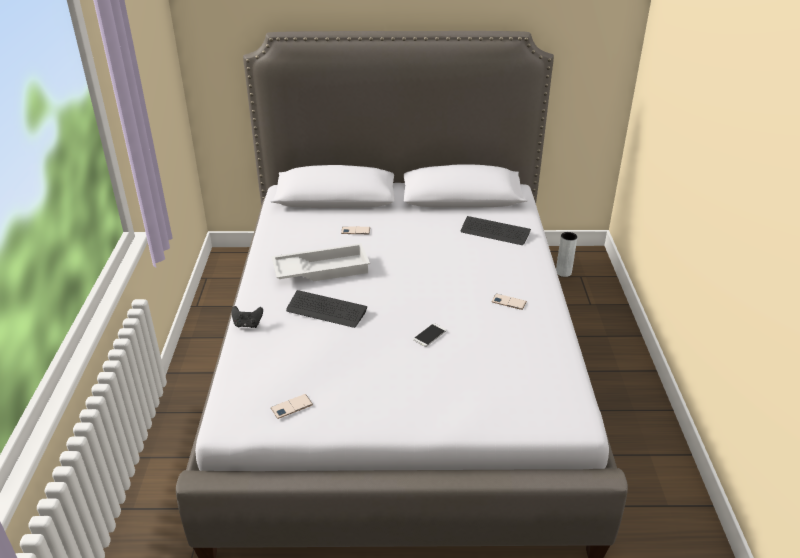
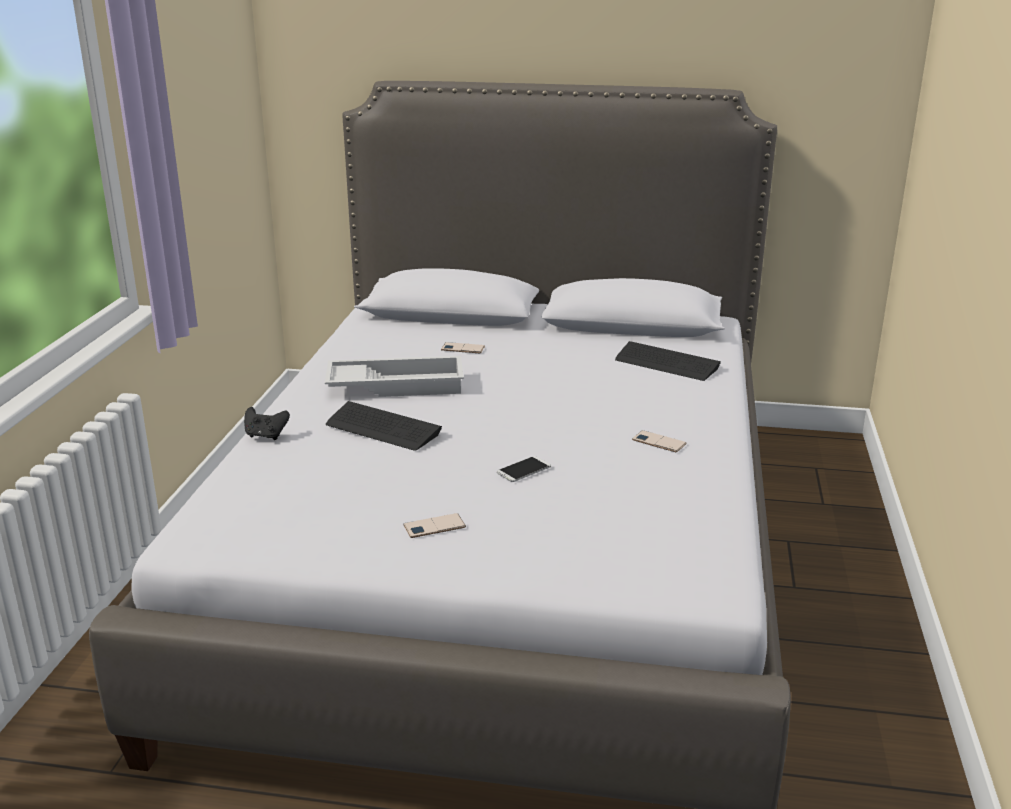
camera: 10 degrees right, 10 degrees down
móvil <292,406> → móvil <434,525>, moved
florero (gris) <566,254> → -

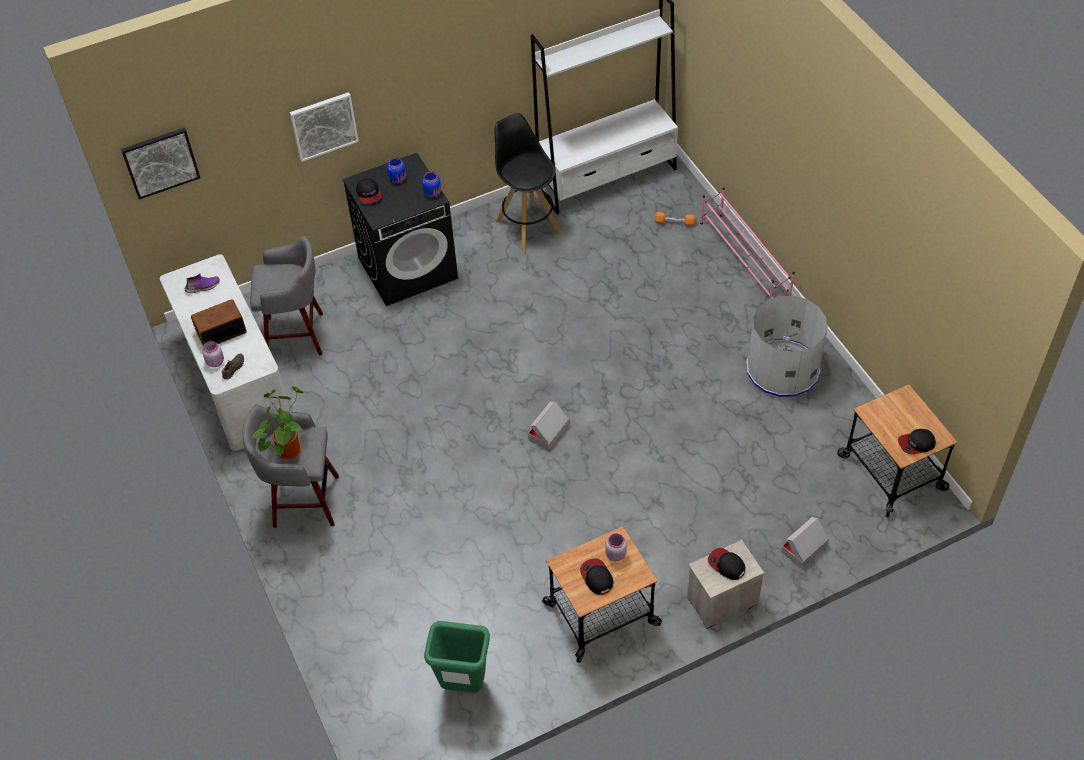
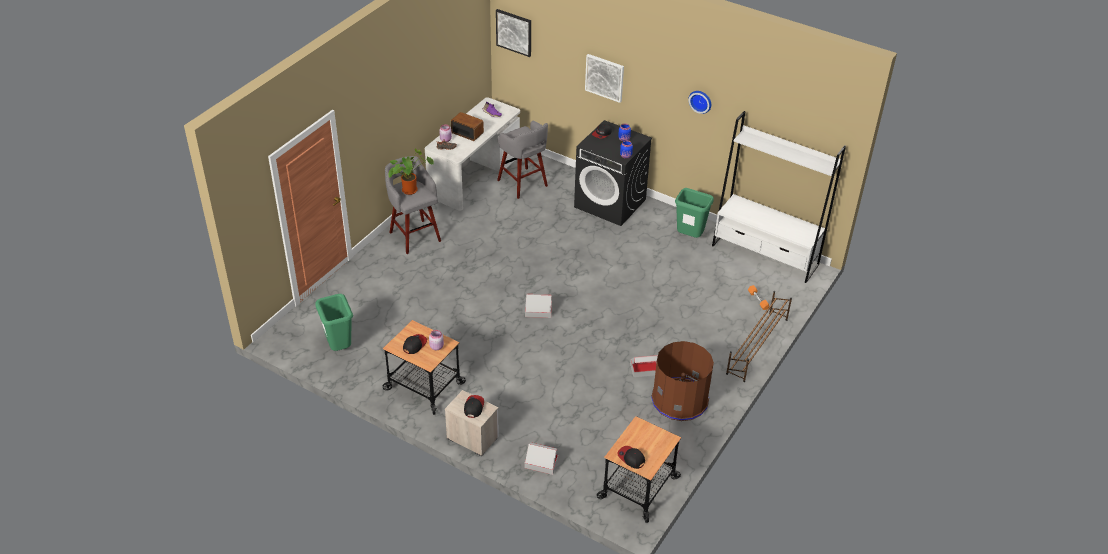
camera: 55 degrees right, 10 degrees down
- → caja de cartón <644,366>
papelera (gris) <787,346> → papelera (marrón) <682,381>
taburete (negro) <528,182> → papelera (verde) <694,213>
- → reloj de pared <699,102>
zapatero (rosa) <747,243> → zapatero (marrón) <759,336>

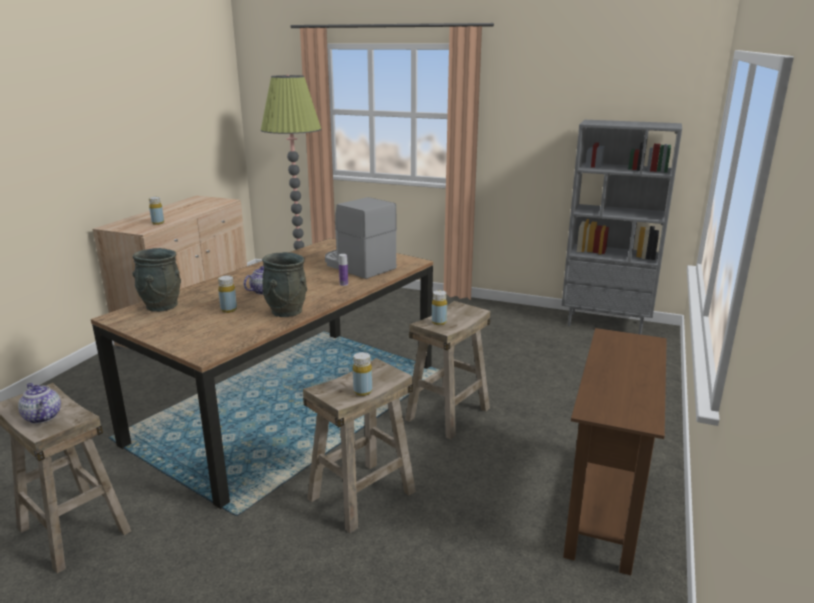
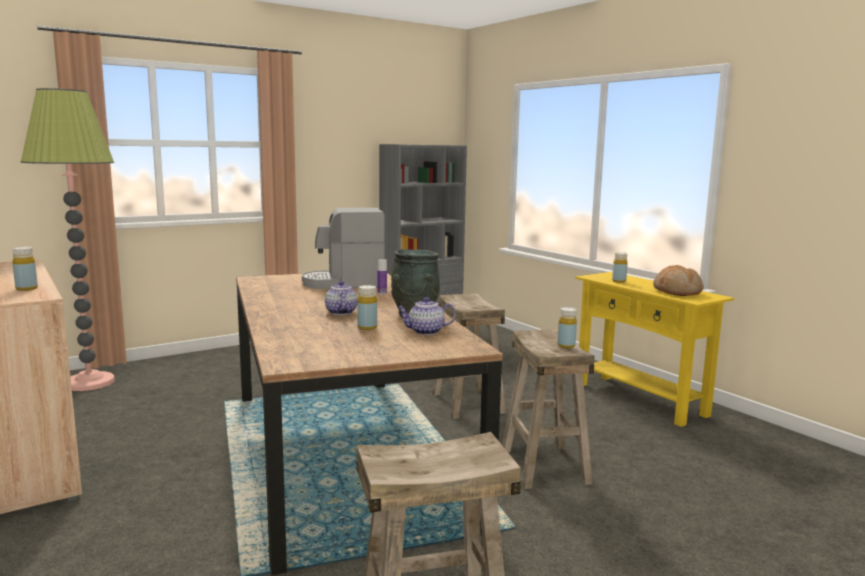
camera: 55 degrees left, 10 degrees down
tetera <39,403> → tetera <426,316>, moved
mesa consola (marrón) <615,451> → mesa consola (amarillo) <654,349>
botella (amarillo) <439,307> → botella (amarillo) <620,267>, moved
- → pan <678,280>
florero (gris) <156,280> → -

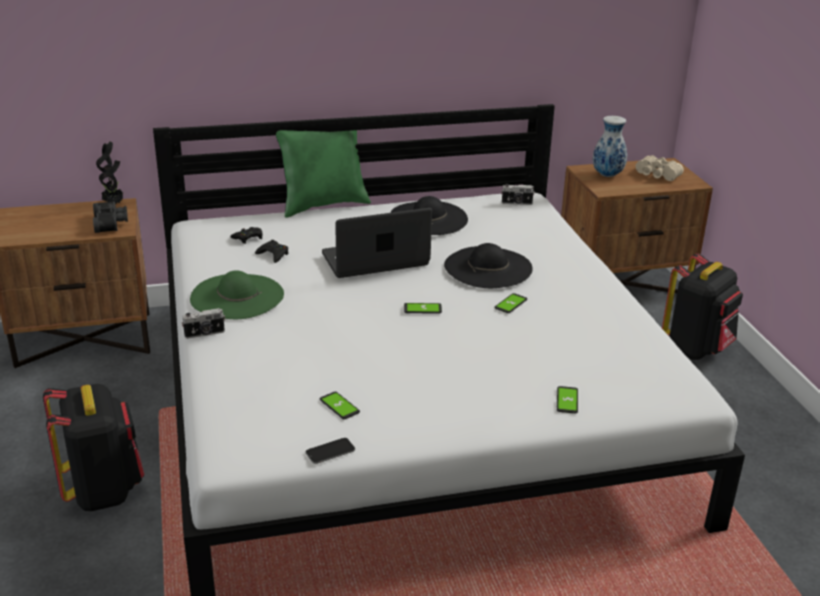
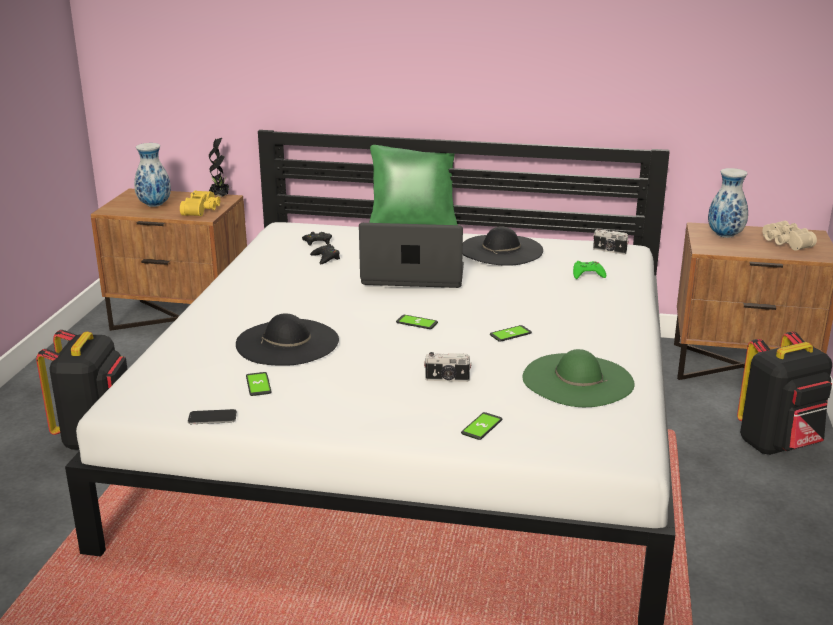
camera: 25 degrees right, 5 degrees down
- → florero <152,175>
prismáticos (negro) <110,217> → prismáticos (amarillo) <200,203>
sombrero (negro) <488,265> → sombrero (negro) <287,339>, moved
cámara <203,323> → cámara <448,367>, moved
sombrero (verde) <237,294> → sombrero (verde) <578,378>, moved
- → mando de consola (verde) <590,270>

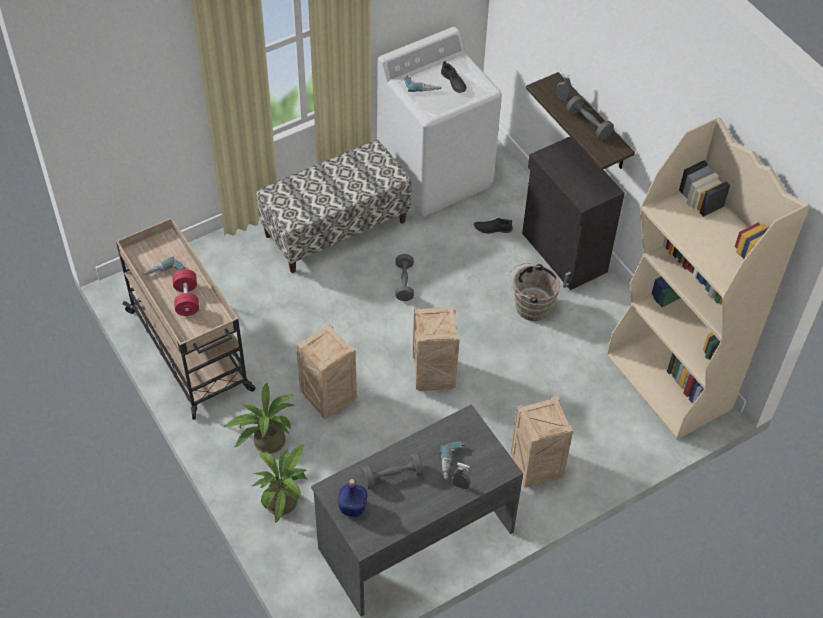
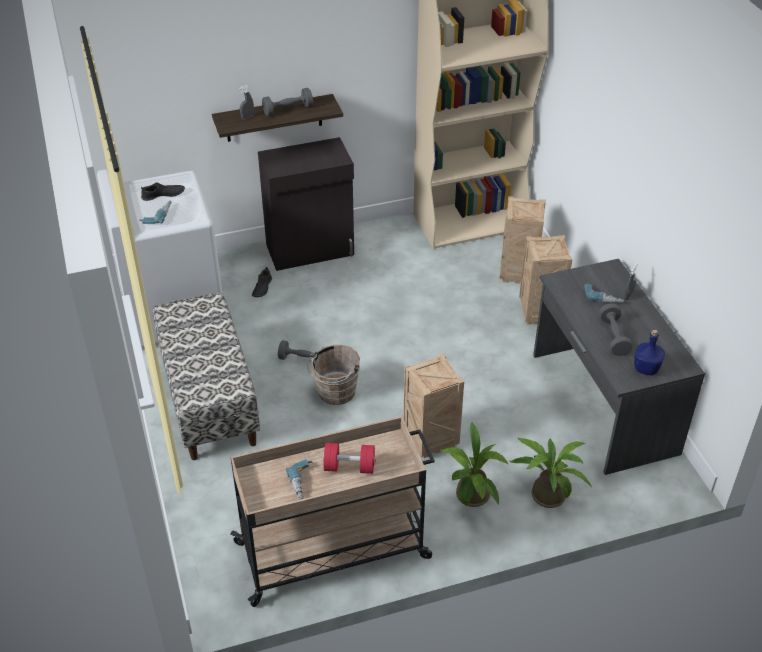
camera: 75 degrees left, 10 degrees down
cubo (marrón) <534,291> → cubo (marrón) <334,375>, moved
caja de embalaje <436,348> → caja de embalaje <523,240>, moved

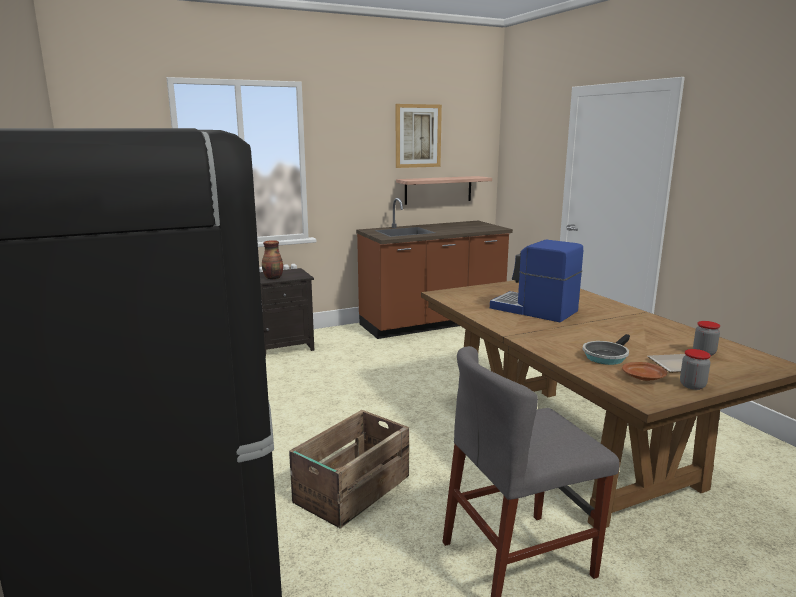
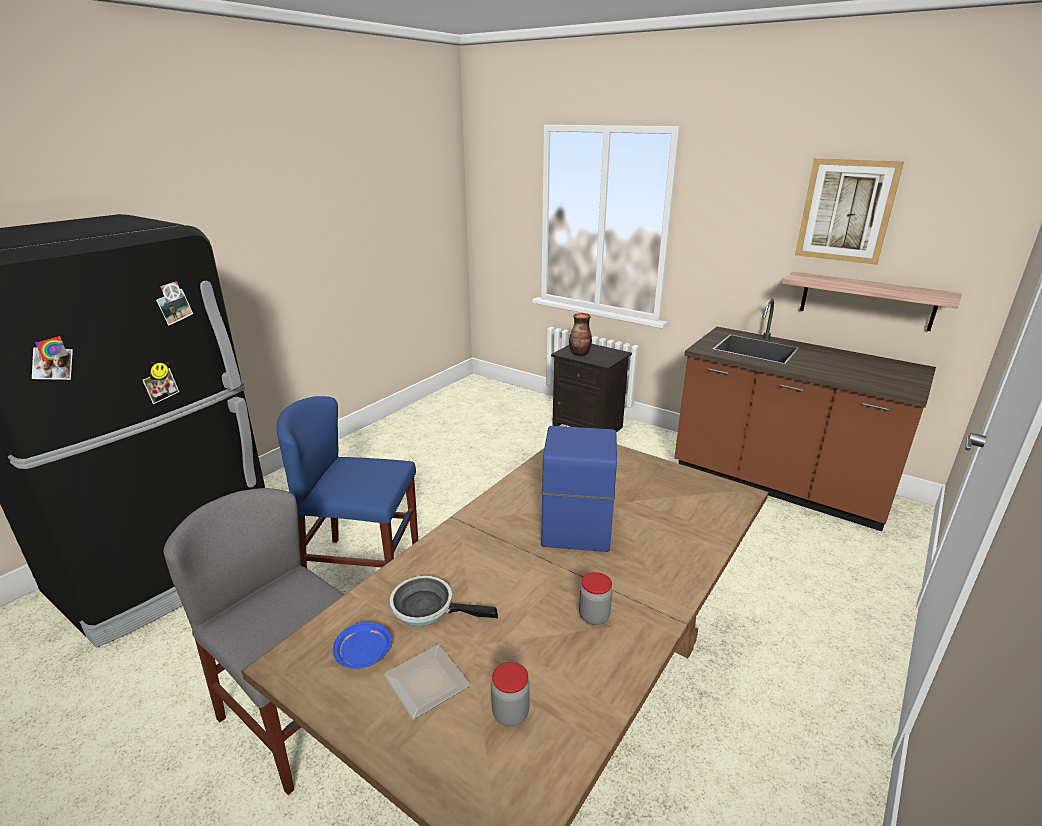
camera: 60 degrees right, 10 degrees up
caja de embalaje <349,469> → silla (azul) <347,482>
plato (marrón) <644,371> → plato (azul) <362,645>
tarro <695,369> → tarro <595,598>, moved

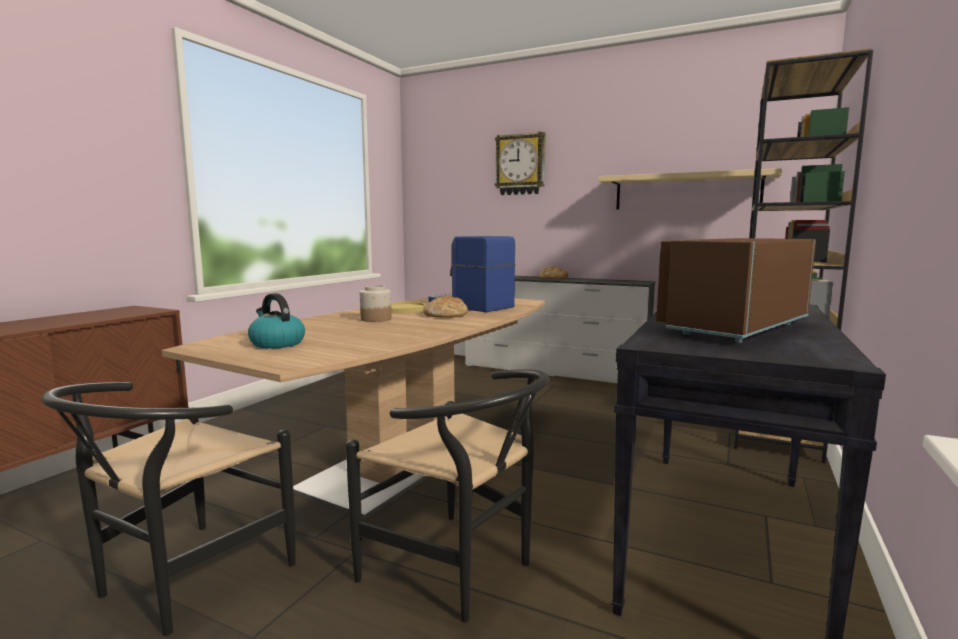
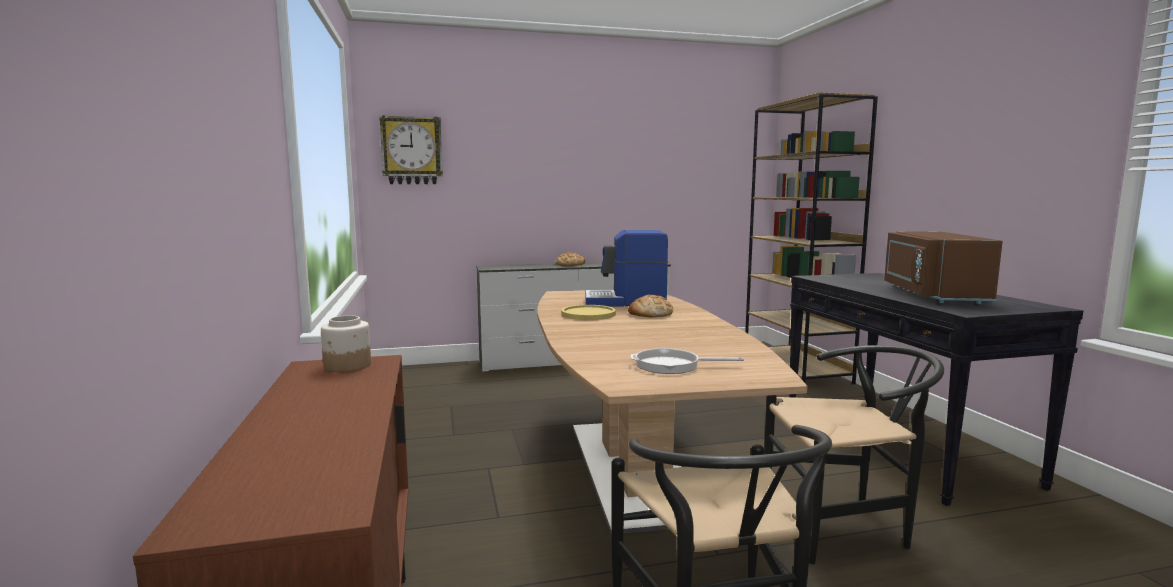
camera: 40 degrees left, 0 degrees up
tarro <376,303> → tarro <346,344>, moved
reloj de pared <520,163> → reloj de pared <411,149>, moved
hervidor <276,320> → sartén <687,361>
estante (beis) <690,188> → -

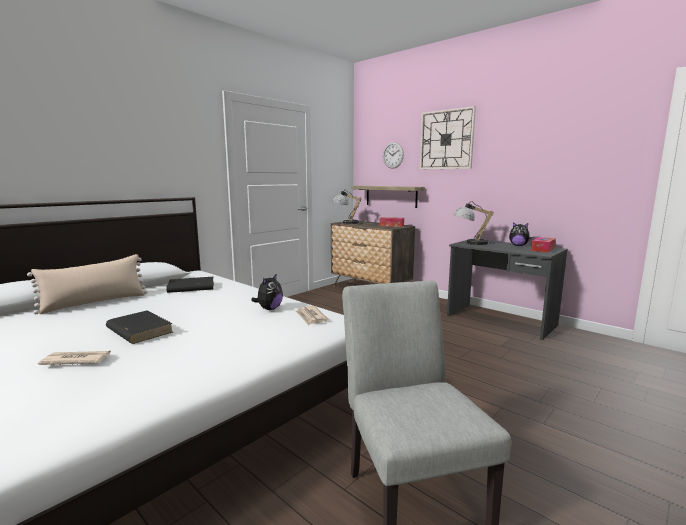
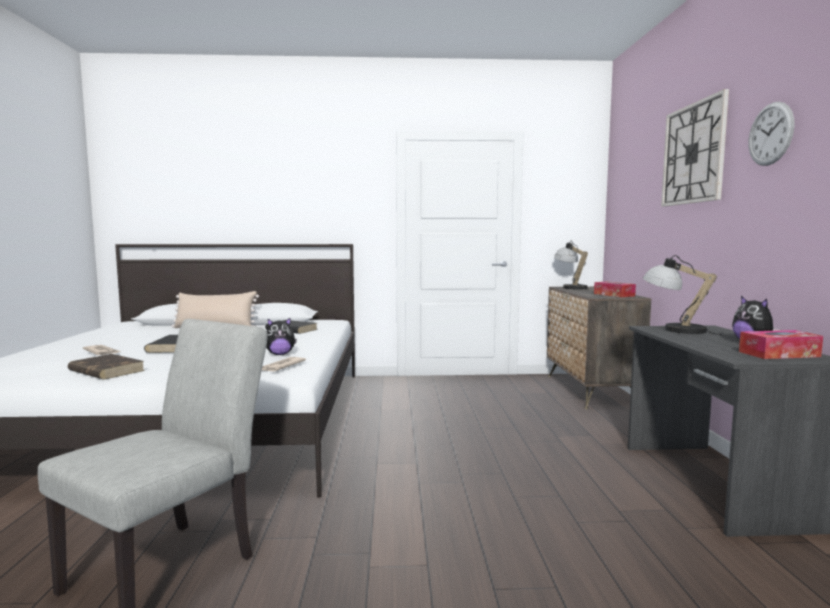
camera: 45 degrees right, 5 degrees down
- → libro (marrón) <106,366>
reloj de pared <393,155> → reloj de pared <771,134>, moved
estante <388,197> → -

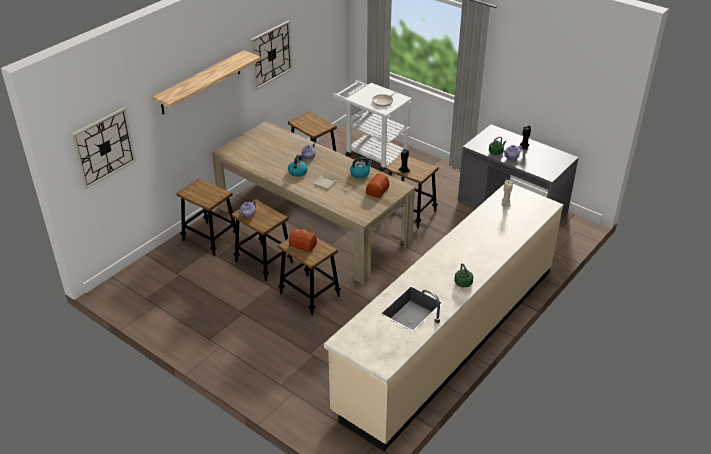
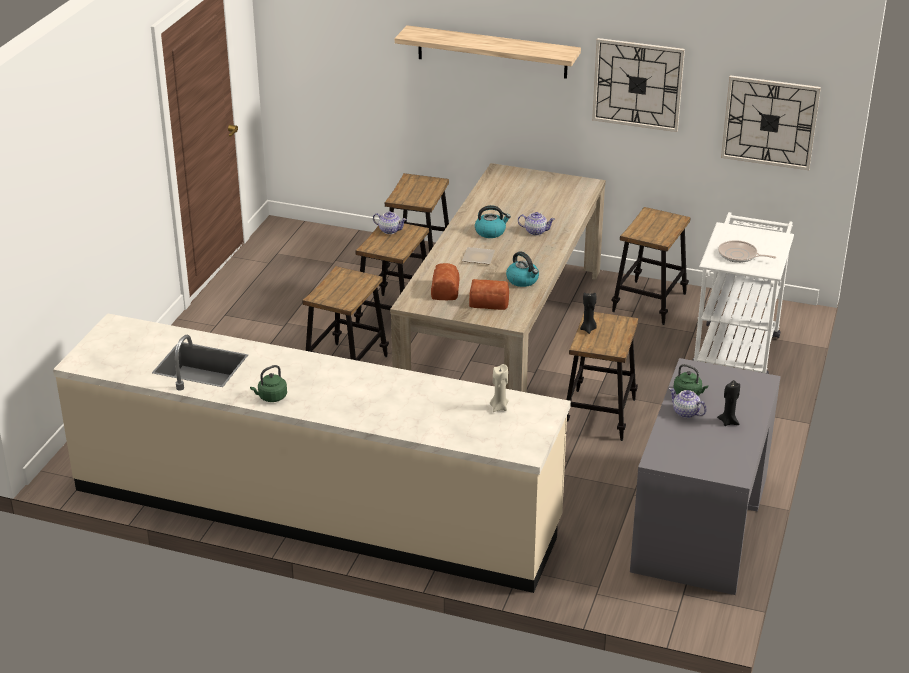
camera: 70 degrees right, 5 degrees down
pan <303,240> → pan <445,281>, moved
reloj de pared <103,148> → reloj de pared <771,122>, moved

